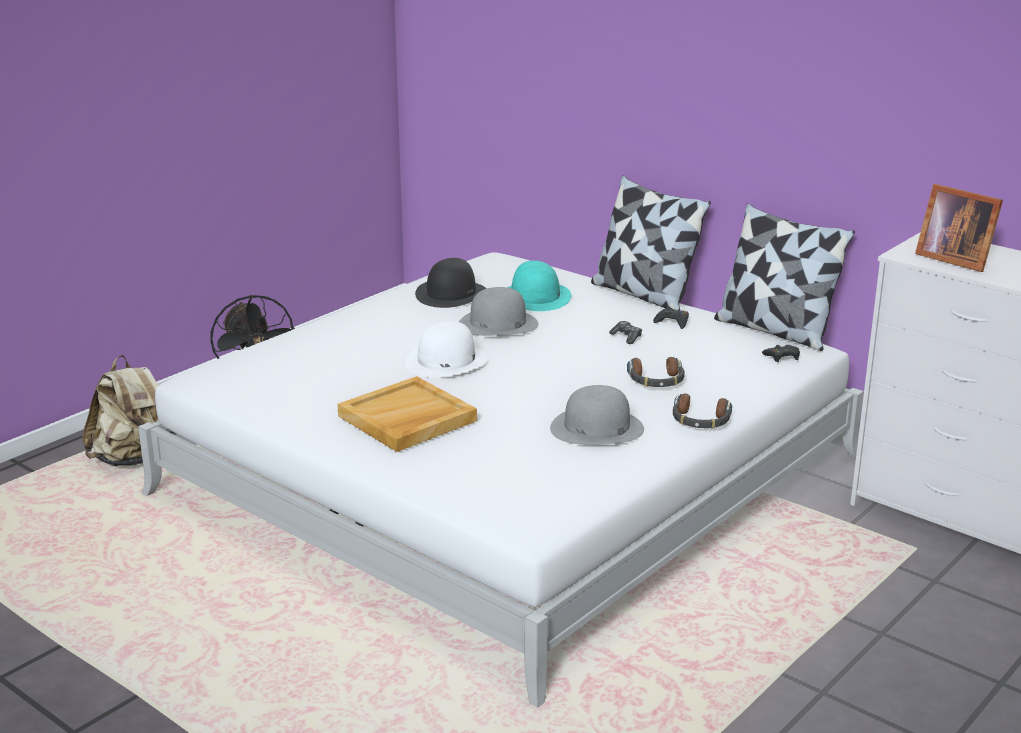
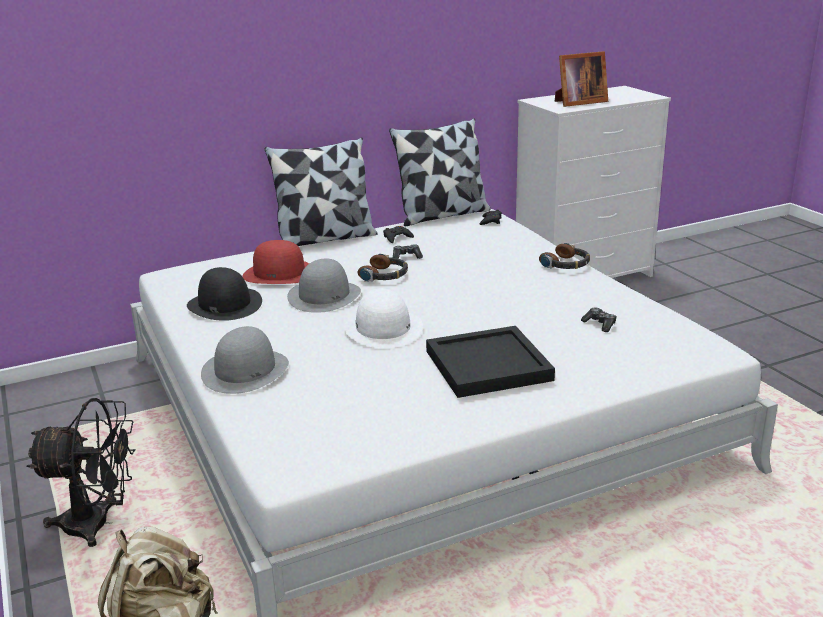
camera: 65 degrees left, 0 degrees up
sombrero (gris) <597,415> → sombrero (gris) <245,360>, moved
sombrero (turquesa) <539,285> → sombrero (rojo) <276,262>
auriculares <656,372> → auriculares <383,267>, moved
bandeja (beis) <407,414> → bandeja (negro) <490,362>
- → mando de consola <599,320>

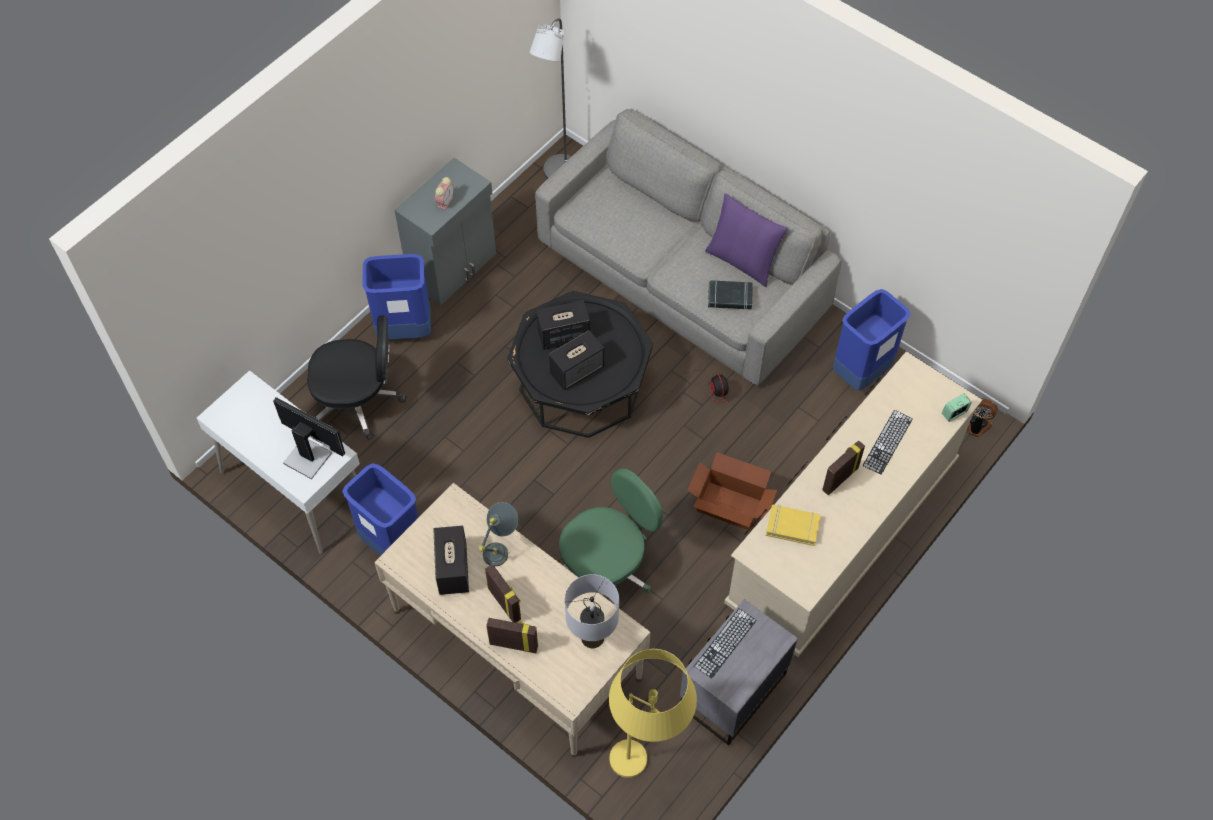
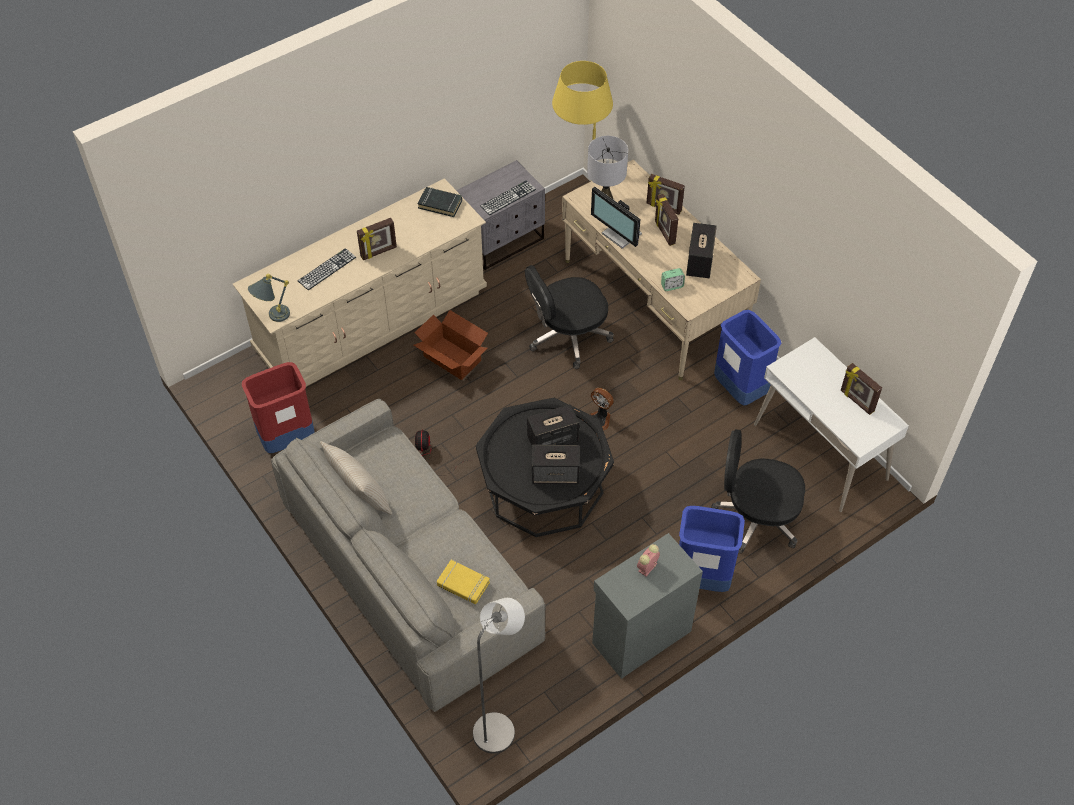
camera: 165 degrees left, 5 degrees down
papelera (azul) <872,339> → papelera (rojo) <278,407>
lámpara de mesa (gris) <498,534> → lámpara de mesa (gris) <269,298>, moved
cojín (morado) <746,240> → cojín (beis) <356,478>
libro (negro) <730,295> → libro (negro) <440,202>, moved
libro (amarillo) <793,525> → libro (amarillo) <463,582>, moved
silla de oficina (verde) <611,531> → silla de oficina (negro) <569,317>
ventilador <982,417> → ventilador <602,409>, moved
monitor <309,438> → monitor <616,218>, moved
despertador <957,407> → despertador <673,279>, moved
- → portarretratos <861,389>

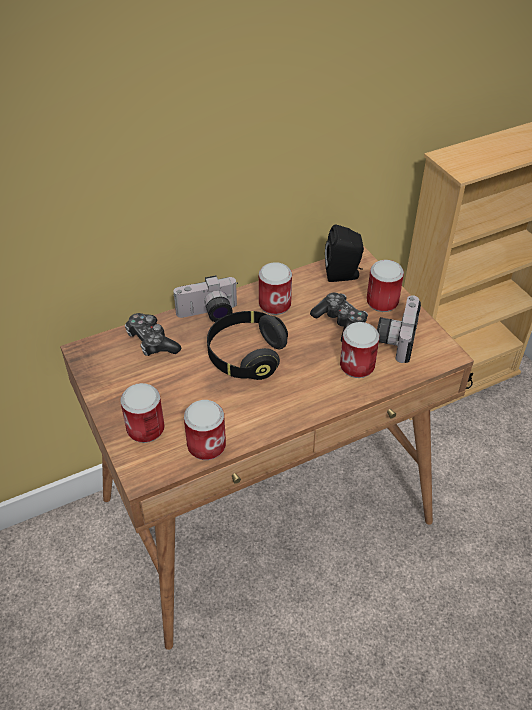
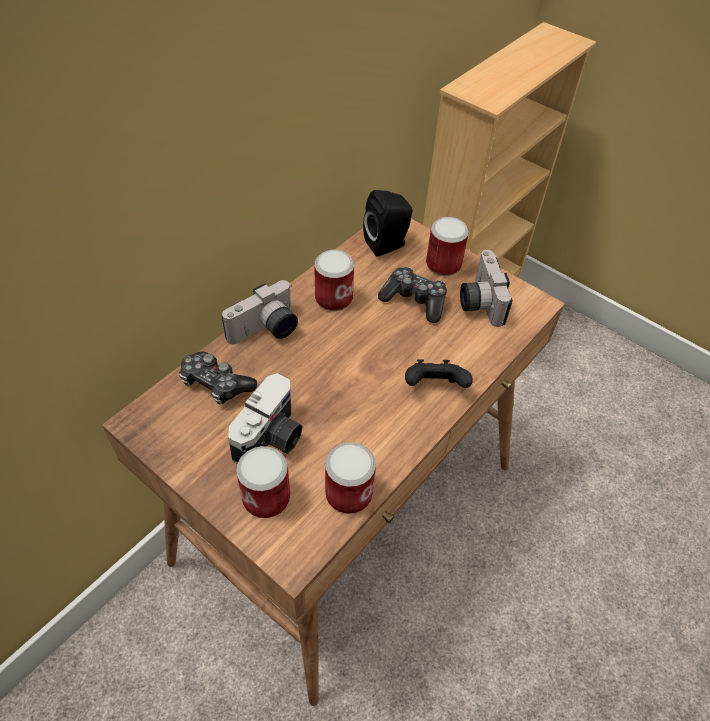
camera: 25 degrees left, 5 degrees up
- → cámara <265,418>
- → mando de consola (negro) <439,373>
auriculares (negro) <247,345> → -
lata <359,350> → -

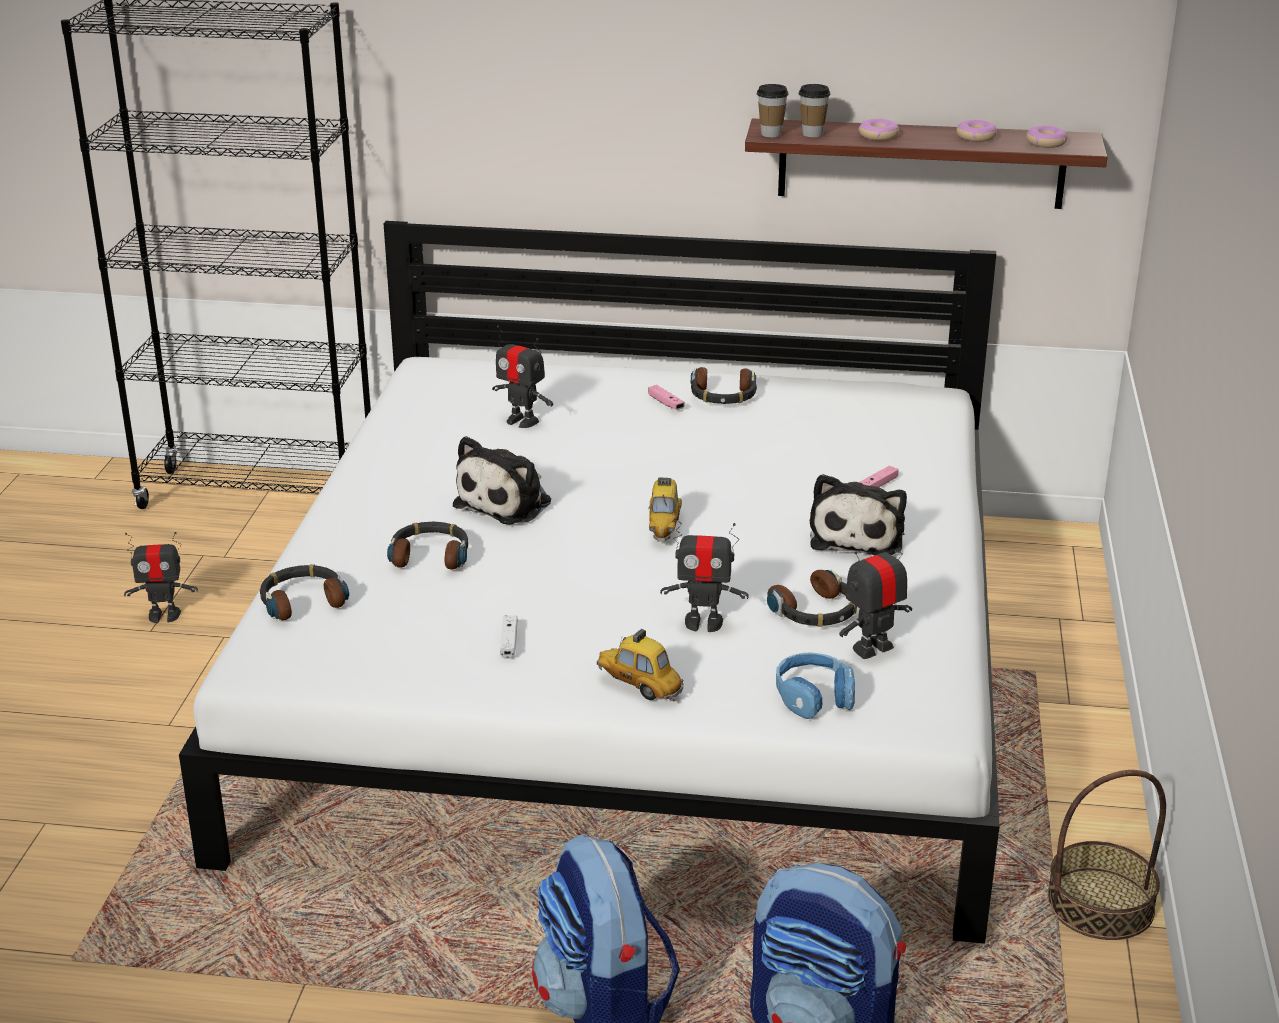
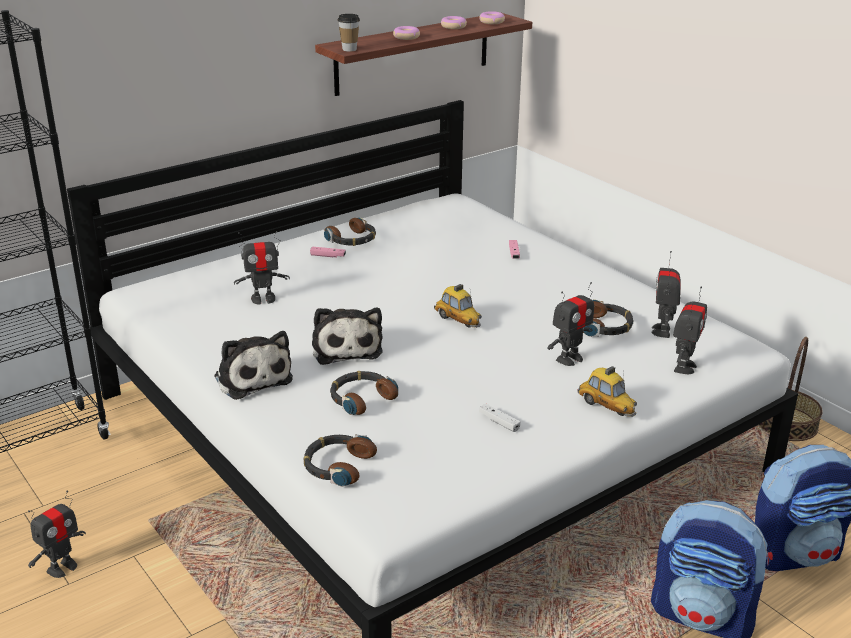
camera: 45 degrees left, 0 degrees up
peluche <858,514> → peluche <253,365>, moved
coche de juguete <640,665> → coche de juguete <607,391>, 120 degrees counterclockwise
auriculares (azul) <815,686> → robot de juguete <690,330>
taza <814,110> → -

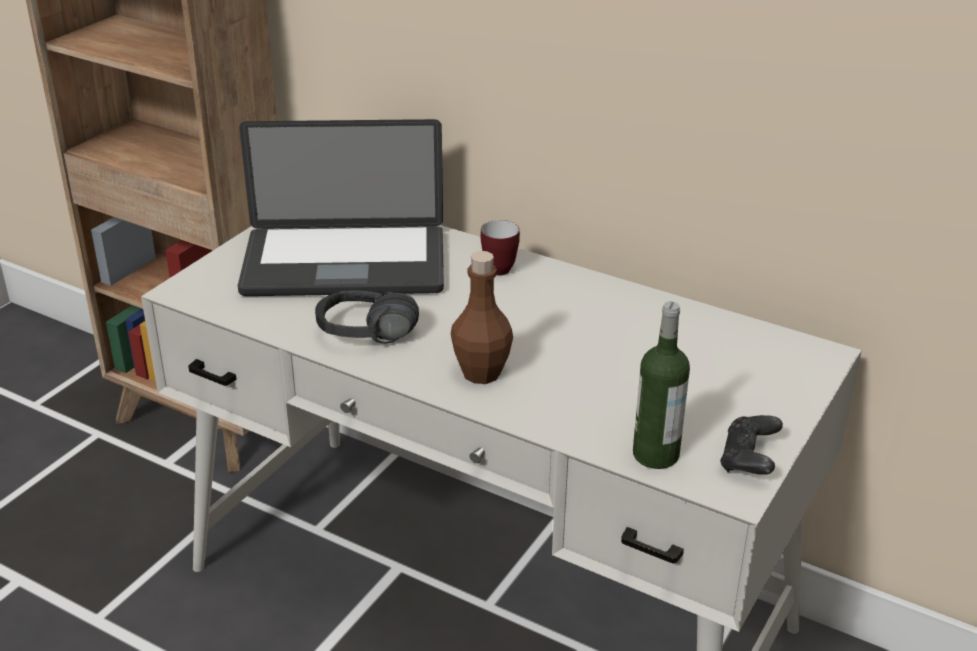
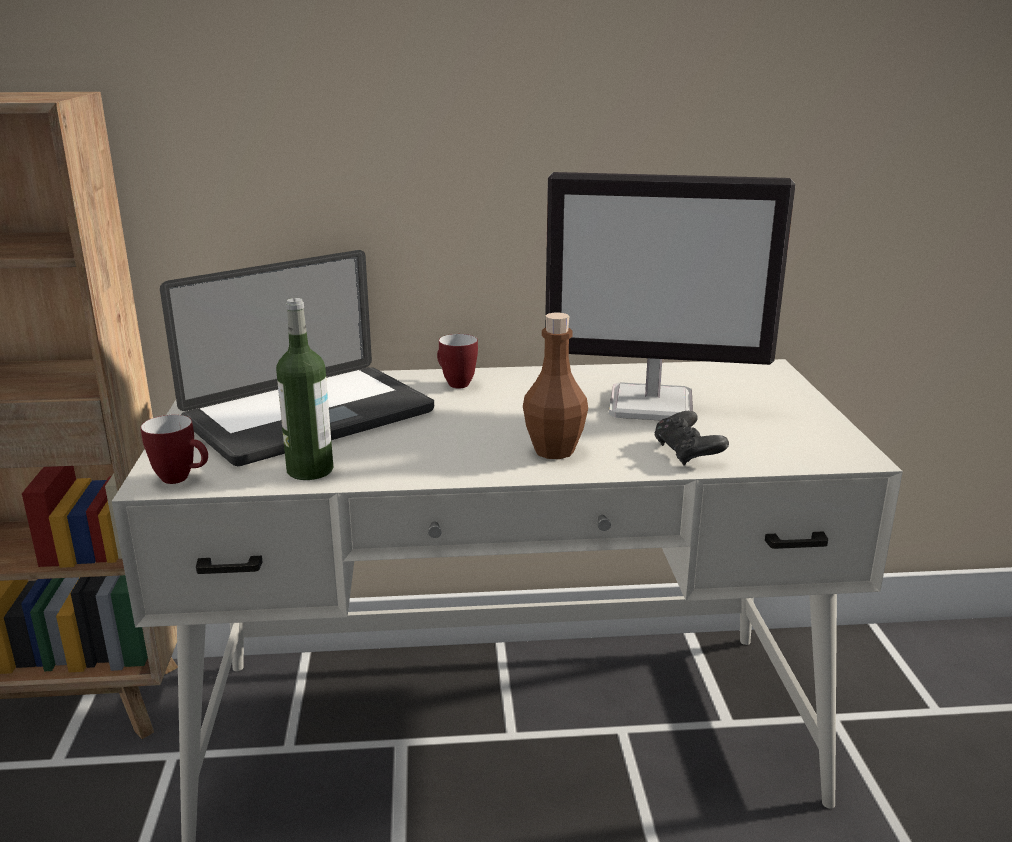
camera: 35 degrees left, 10 degrees down
- → taza grande <174,449>
botella <661,385> → botella <304,389>, moved
- → monitor <670,296>
mando de consola (negro) <751,445> → mando de consola (negro) <691,438>, moved
auriculares (negro) <367,317> → -

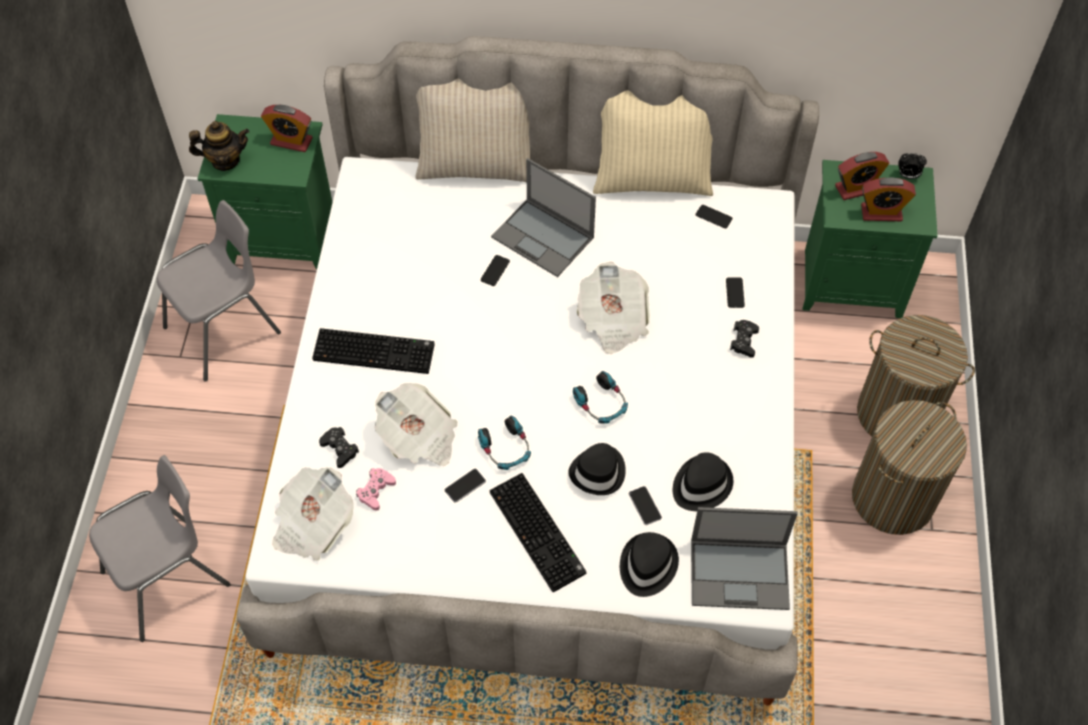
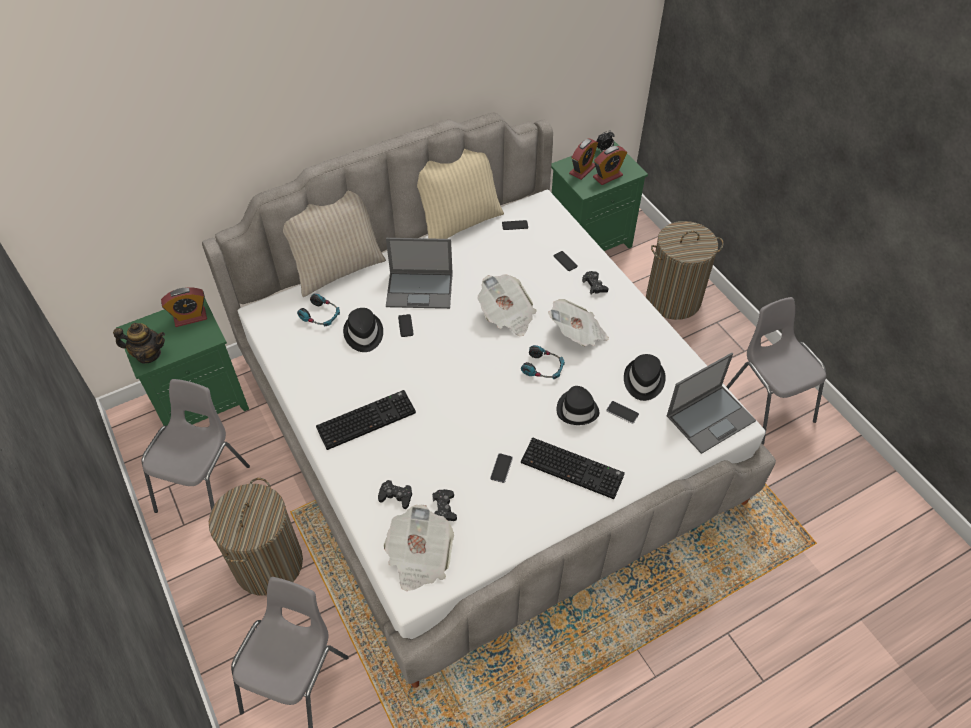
camera: 35 degrees left, 5 degrees down
tetera <219,146> → tetera <139,343>, 45 degrees clockwise
cesto de la ropa <909,467> → cesto de la ropa <256,537>, moved
auriculares <504,443> → auriculares <318,310>, moved
sombrero (negro) <649,564> → sombrero (negro) <363,330>, moved
mando de consola (rosa) <376,489> → mando de consola (negro) <444,505>
periódico <415,424> → periódico <578,323>, moved
- → silla (gris) <776,371>

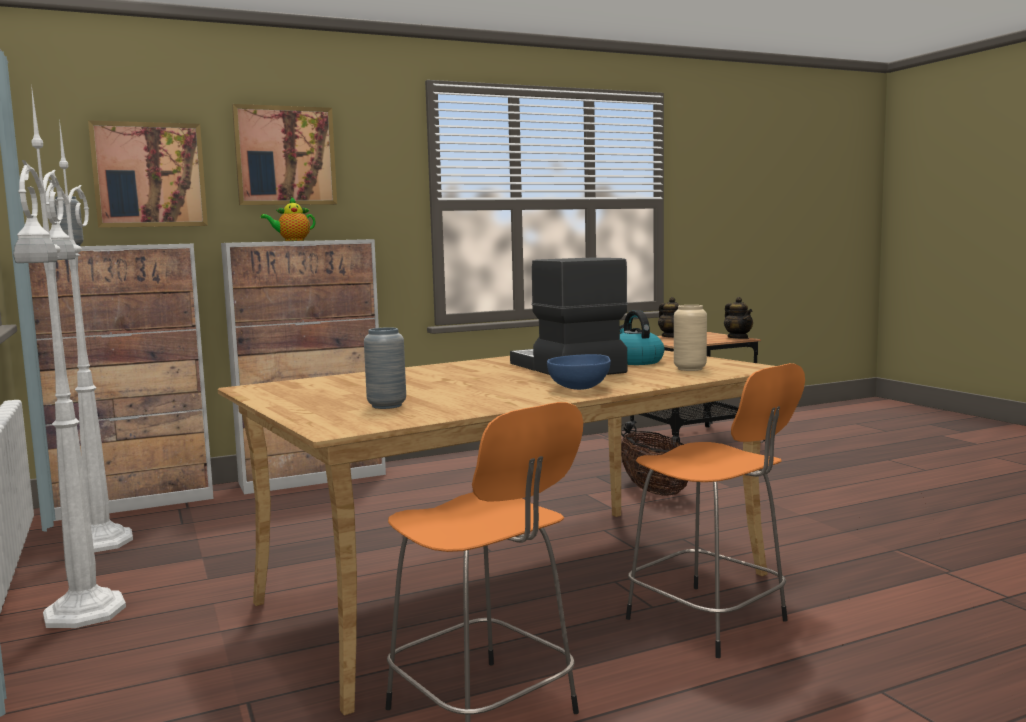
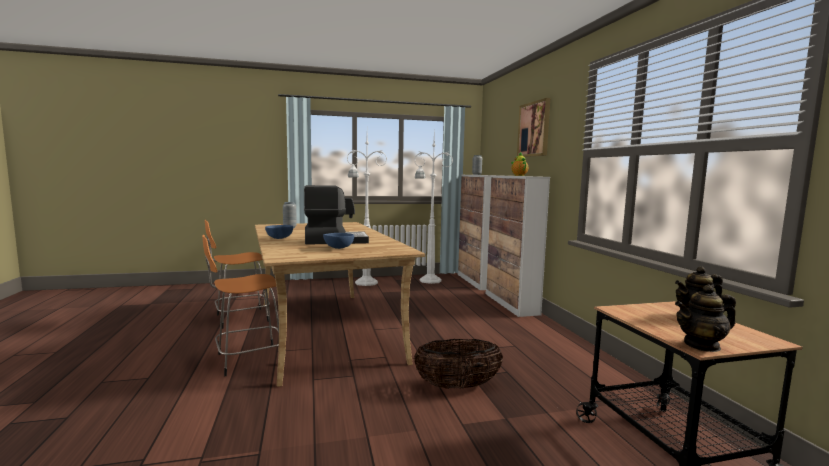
camera: 100 degrees right, 0 degrees up
hervidor <642,337> → cuenco (azul) <338,241>
cuadro <148,174> → -
florero (beis) <690,338> → -

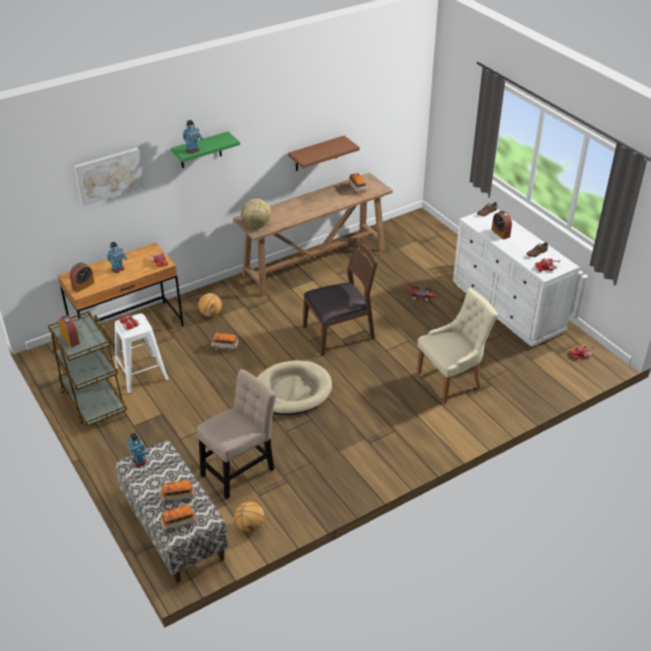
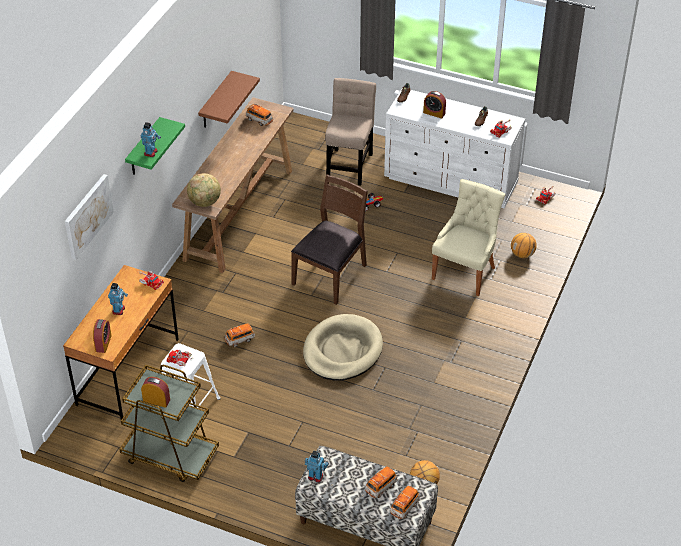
camera: 35 degrees left, 5 degrees up
silla (beis) <236,434> → silla (beis) <350,131>, moved
balón de baloncesto <210,305> → balón de baloncesto <524,245>, moved

